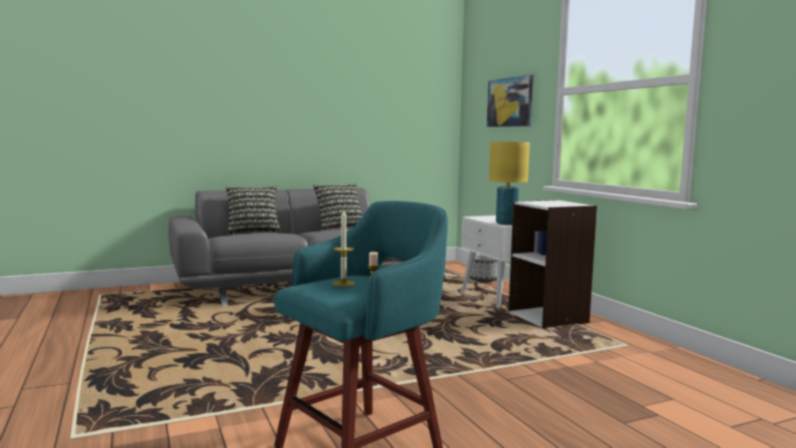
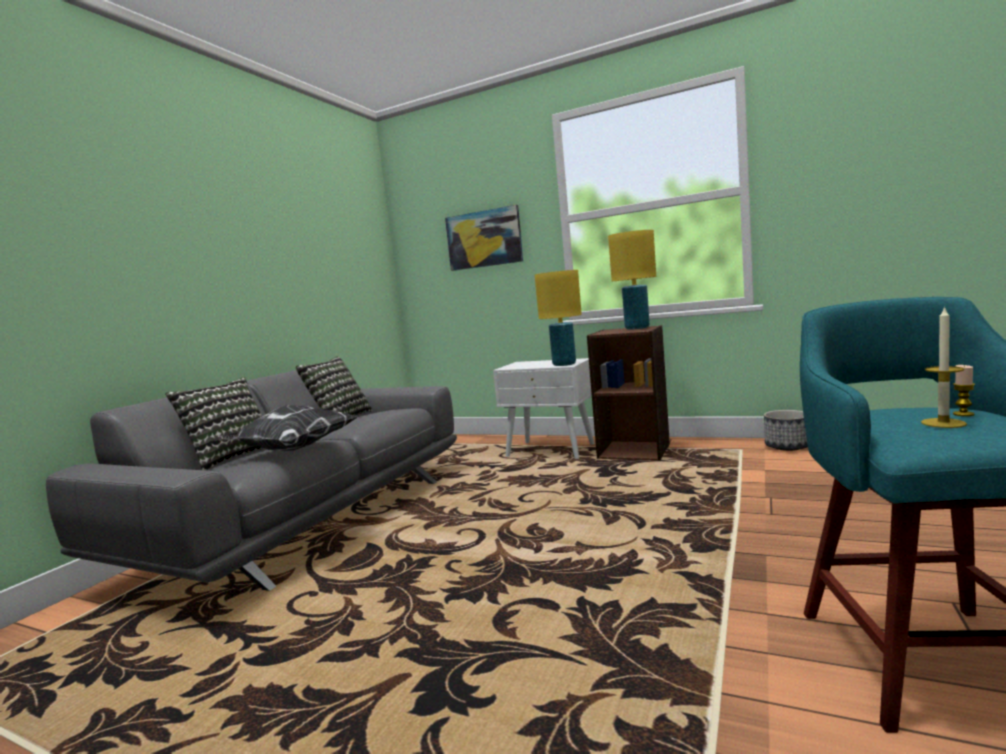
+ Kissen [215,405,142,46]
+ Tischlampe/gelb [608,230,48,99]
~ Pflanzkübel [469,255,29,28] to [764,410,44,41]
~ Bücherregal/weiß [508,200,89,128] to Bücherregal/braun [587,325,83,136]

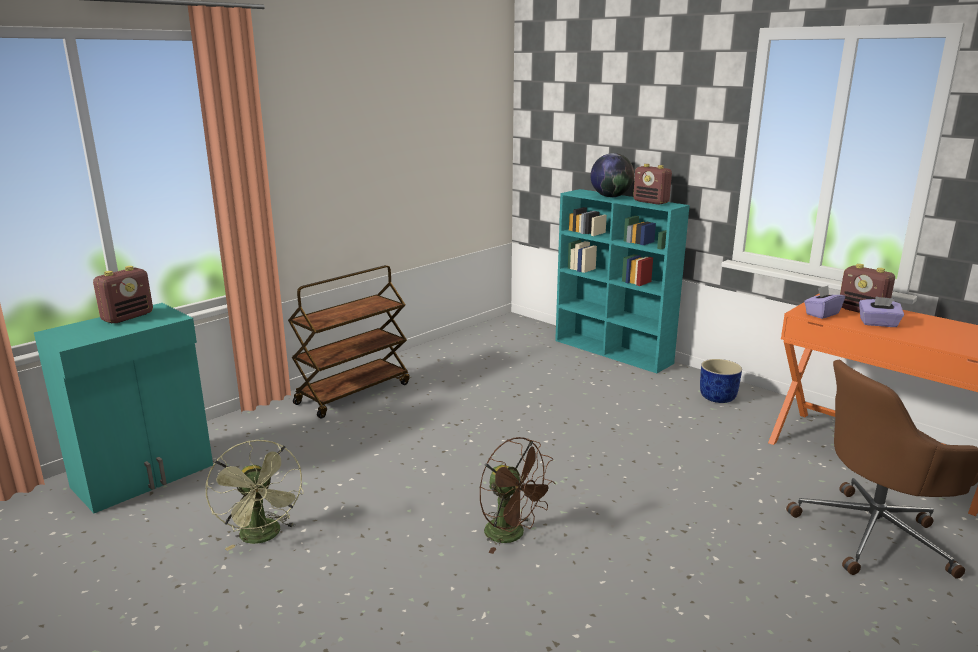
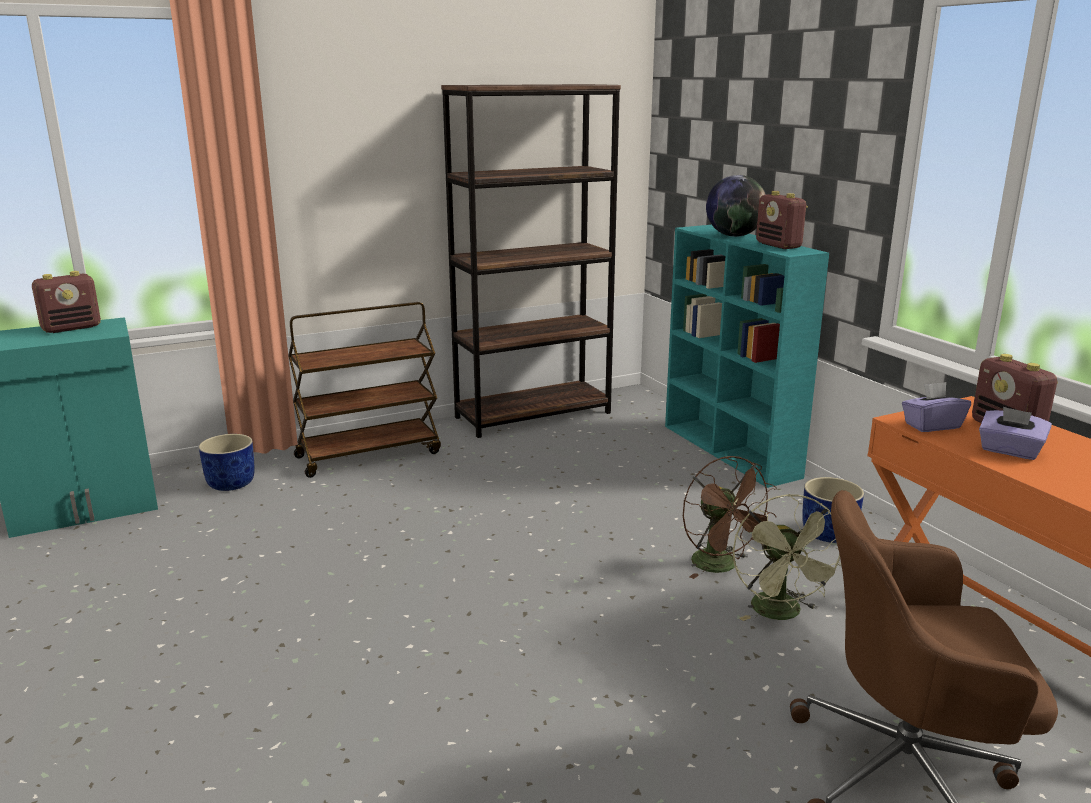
+ Pflanzkübel/blau [199,434,55,57]
+ Bücherregal/braun [441,84,180,354]
~ Ventilator/grün [206,440,98,111] to [733,494,108,127]
~ Ventilator/braun [479,437,76,117] to [683,456,94,123]

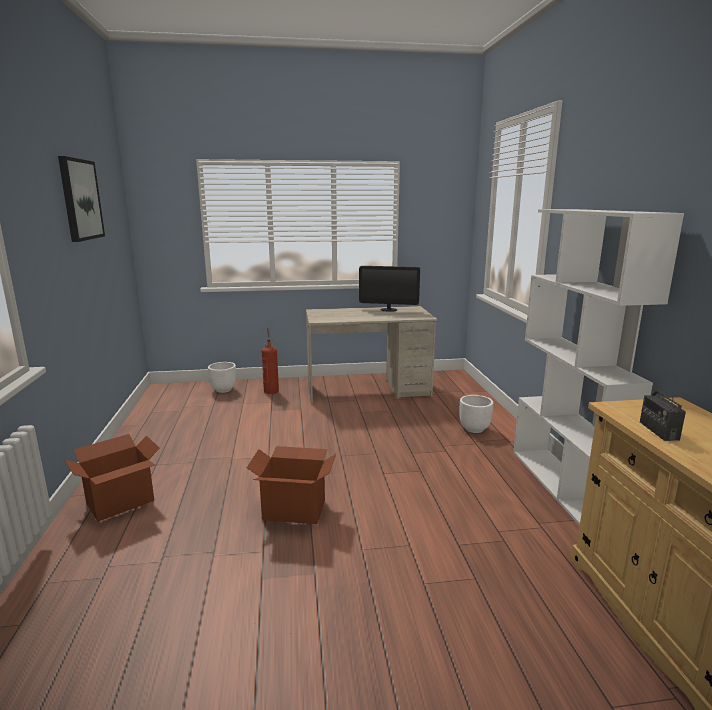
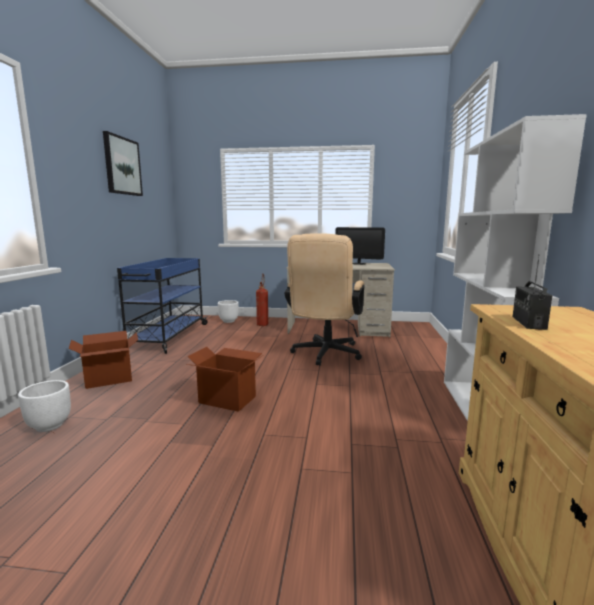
+ Rollwagen/blau [117,258,90,96]
+ Bürostuhl/beige [285,233,80,133]
~ Pflanzkübel/weiß [460,395,33,38] to [18,380,53,52]

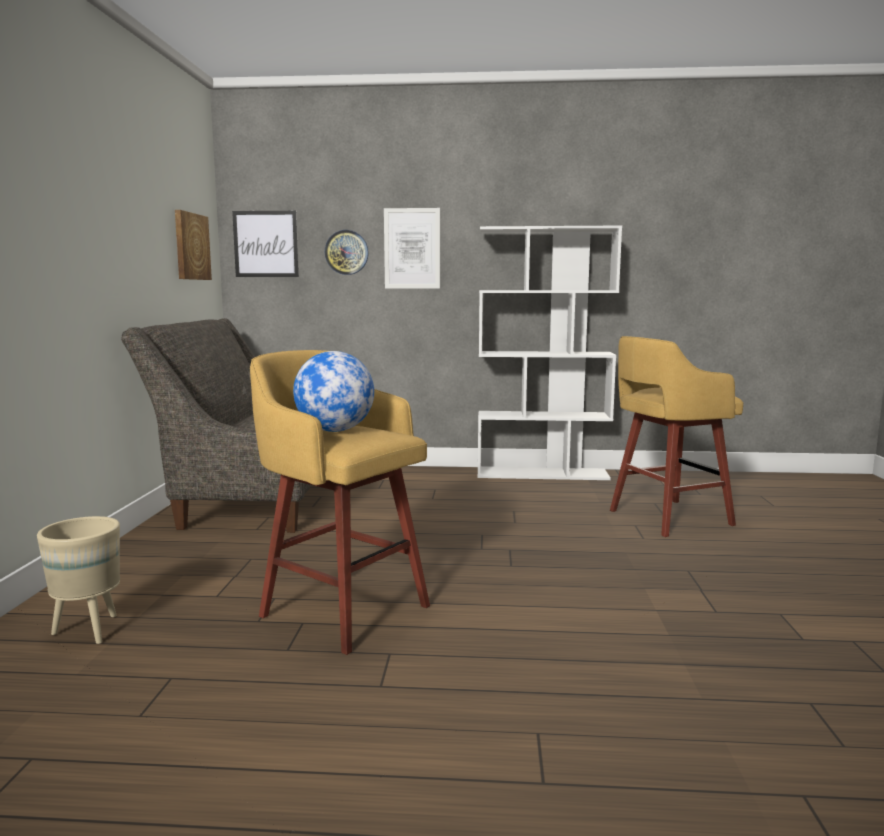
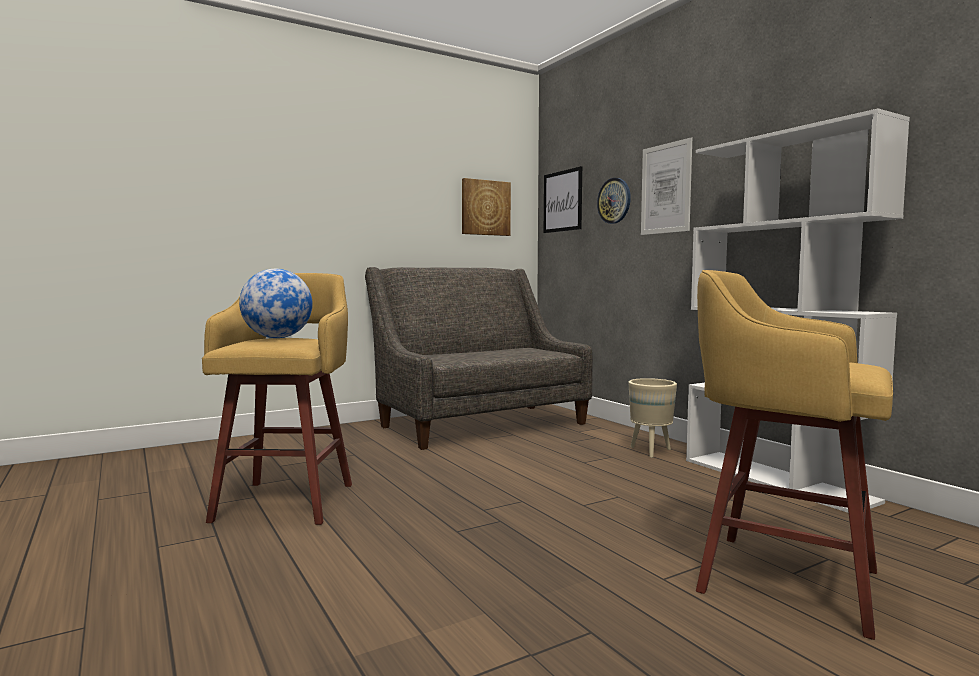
~ Pflanzkübel/beige [37,516,83,128] to [628,378,49,80]

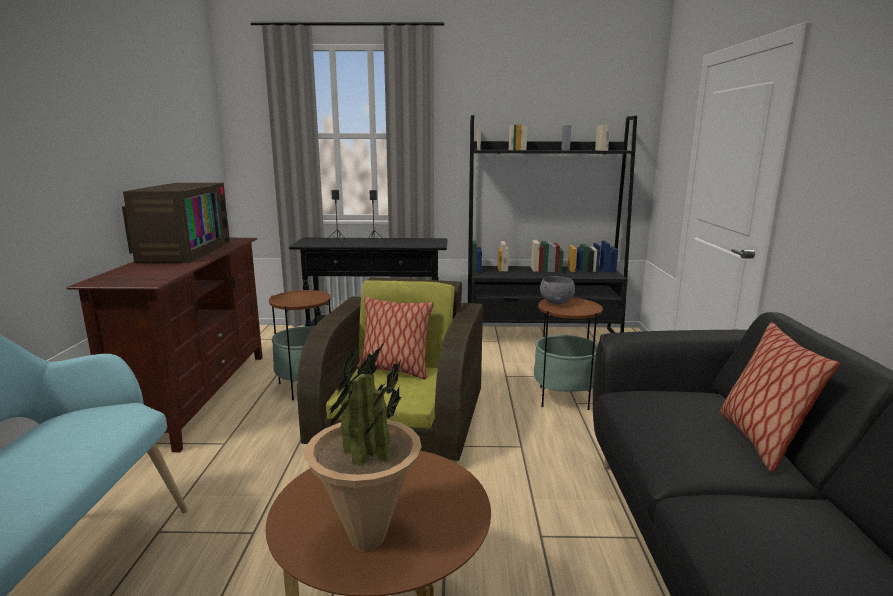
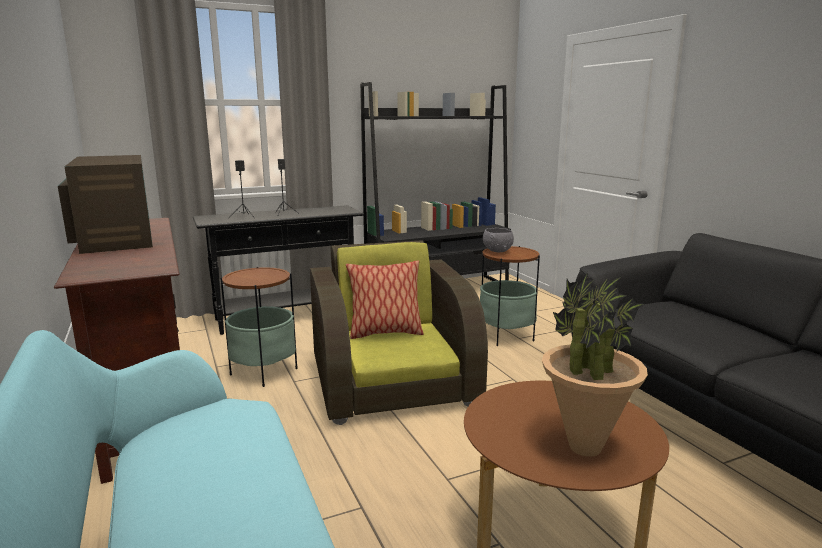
- Kissen [720,322,120,150]

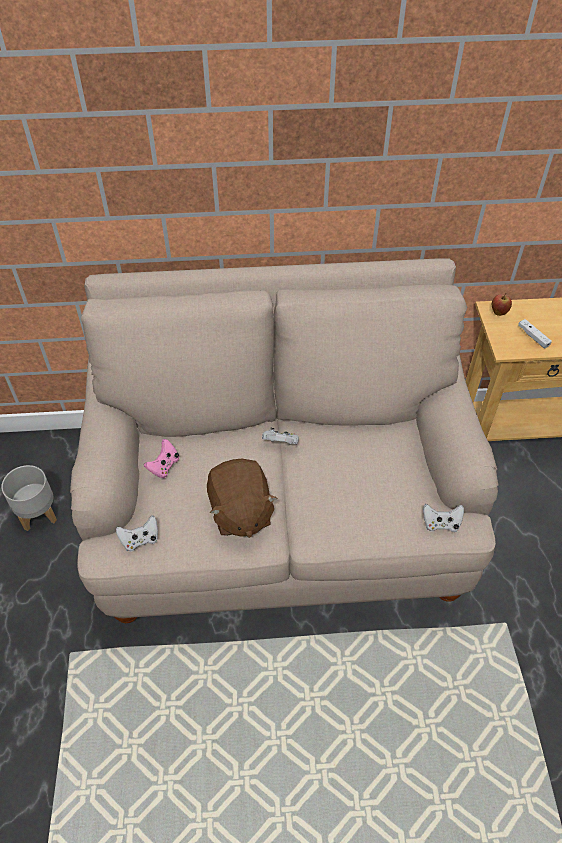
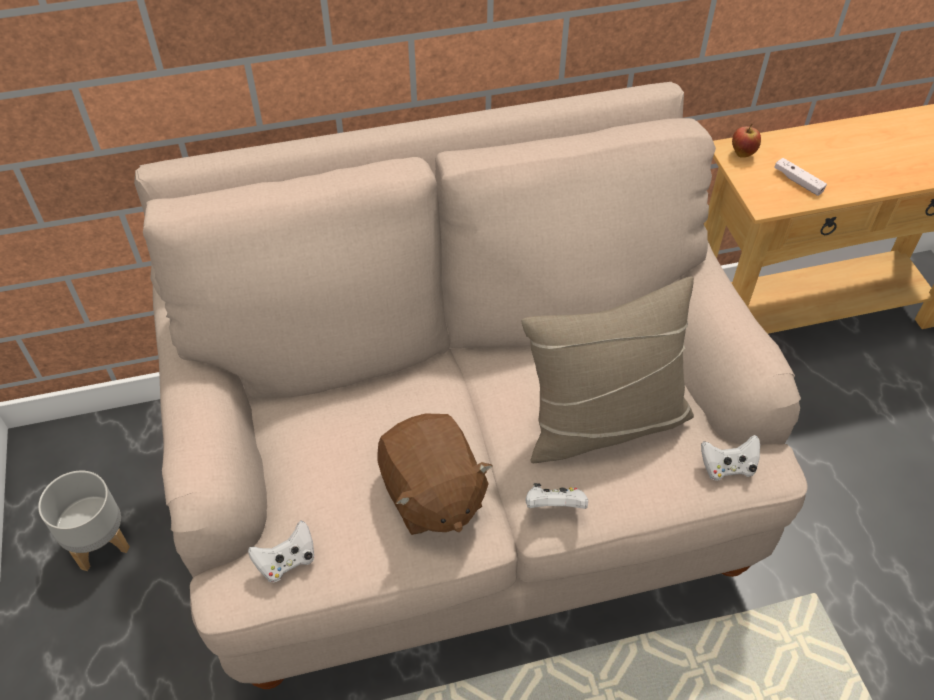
- Gamepad/rosa [144,439,35,39]
+ Kissen/beige [522,277,172,186]
~ Gamepad/weiß [262,428,37,17] to [526,483,62,26]

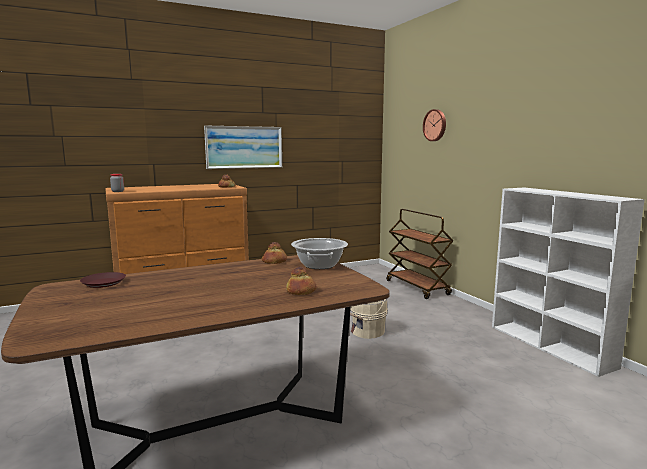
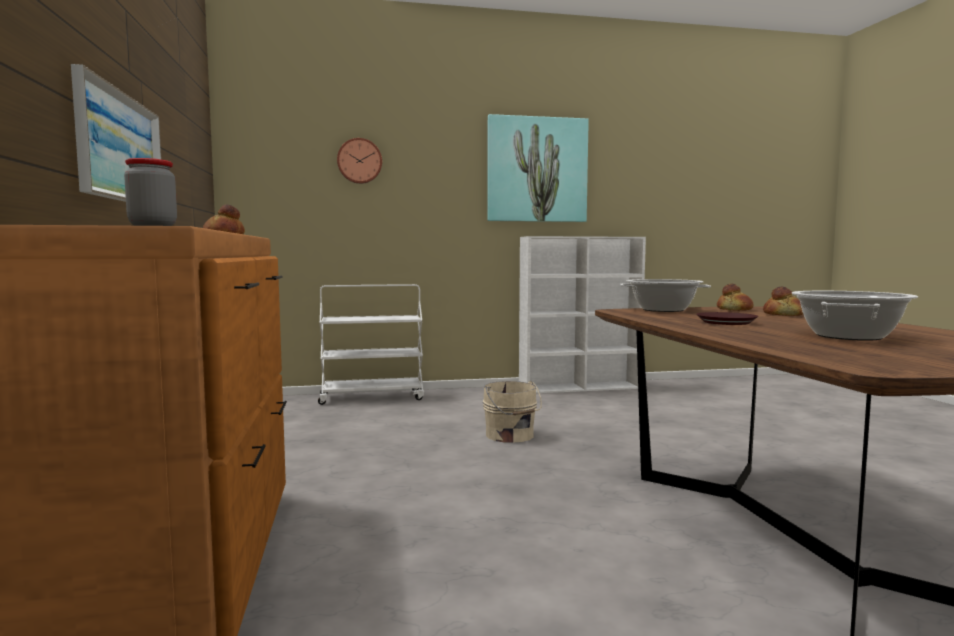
+ Bild [487,114,102,108]
+ Kochtopf [792,291,126,50]
~ Teller/braun [80,272,46,16] to [697,312,61,13]
~ Brot [262,242,25,22] to [717,284,37,27]
~ Rollwagen/braun [386,209,68,90] to Rollwagen/weiß [318,284,106,121]

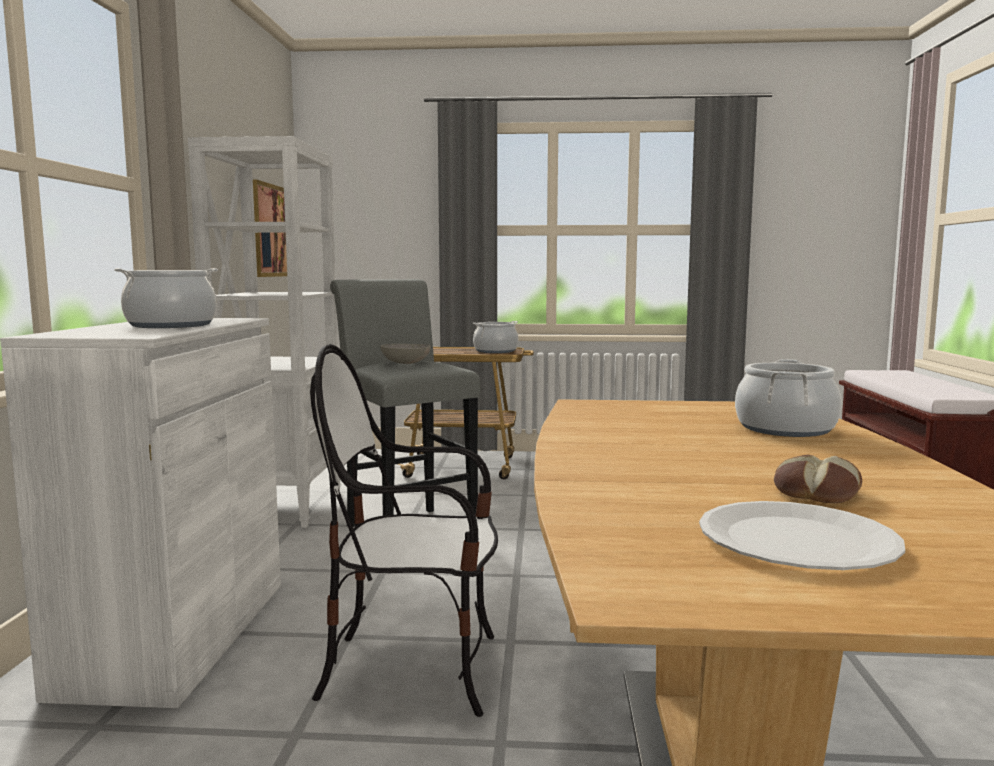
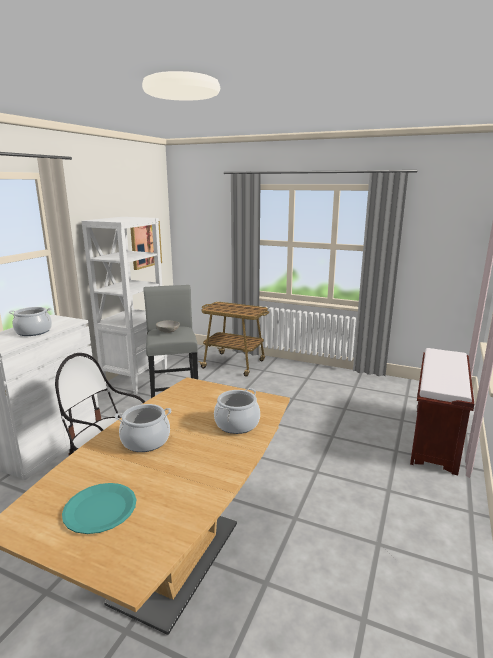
- Brot [774,455,88,48]
~ Kochtopf [473,321,45,32] to [115,404,56,48]
~ Teller/weiß [699,501,206,69] to Teller/türkis [62,483,74,51]

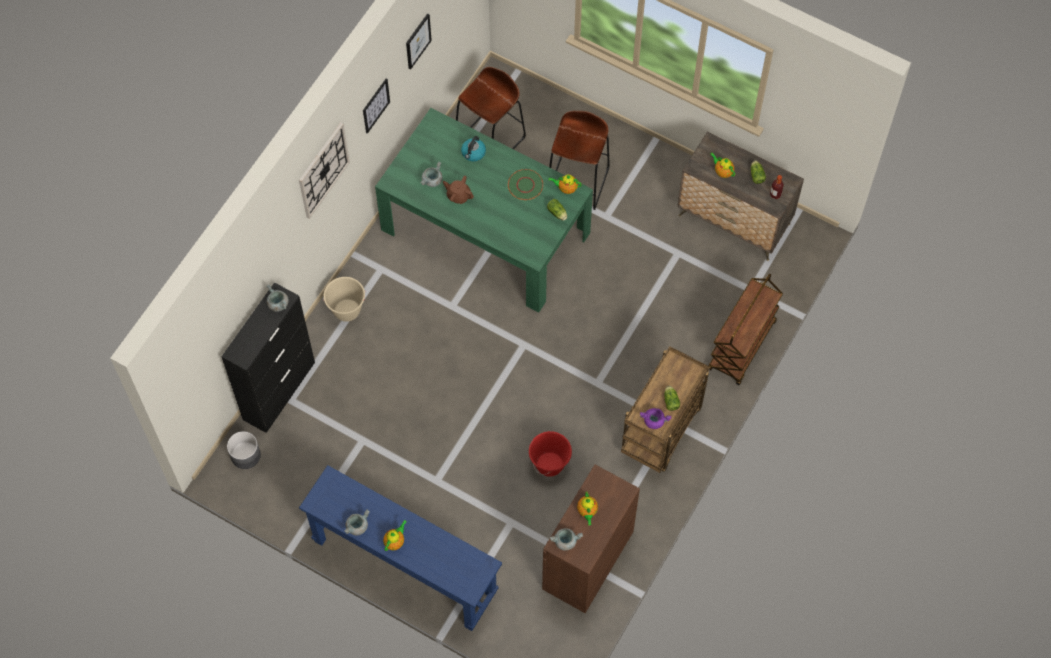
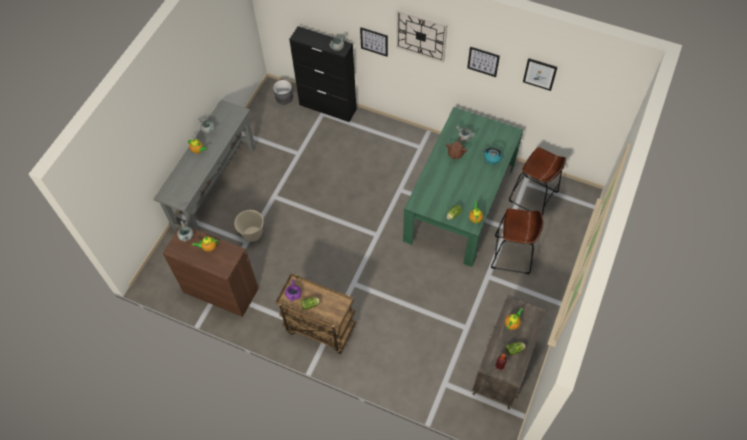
- Teller/grün [508,169,35,31]
- Eimer/rot [529,431,43,46]
- Rollwagen/braun [708,274,75,111]
+ Bild [360,27,28,30]
~ Eimer/beige [323,277,43,45] to [234,210,30,32]
~ Konsolentisch/blau [299,465,203,166] to Konsolentisch/grau [154,99,102,132]

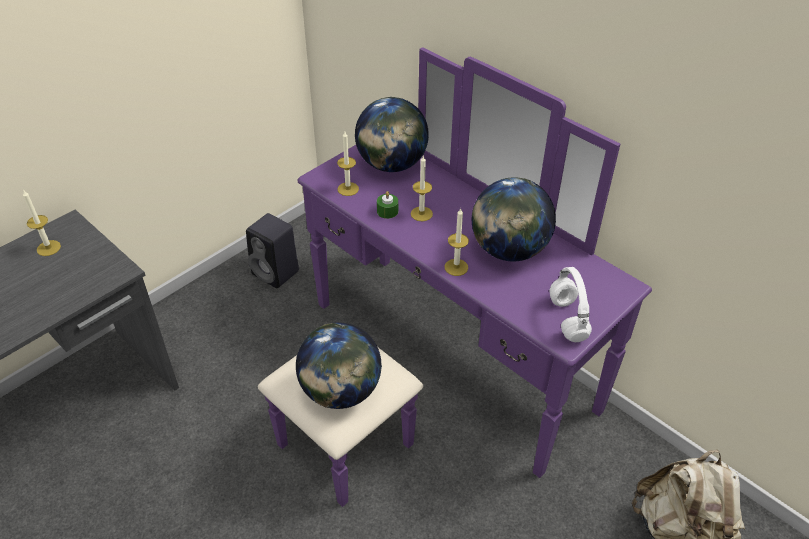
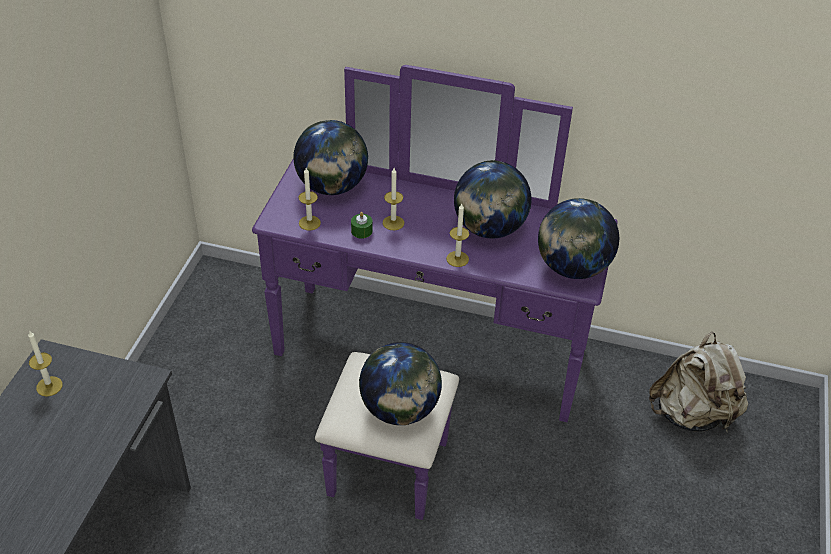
- Lautsprecher/schwarz [246,213,53,75]
~ Kopfhörer/weiß [549,267,43,75] to Globus [538,198,81,81]

